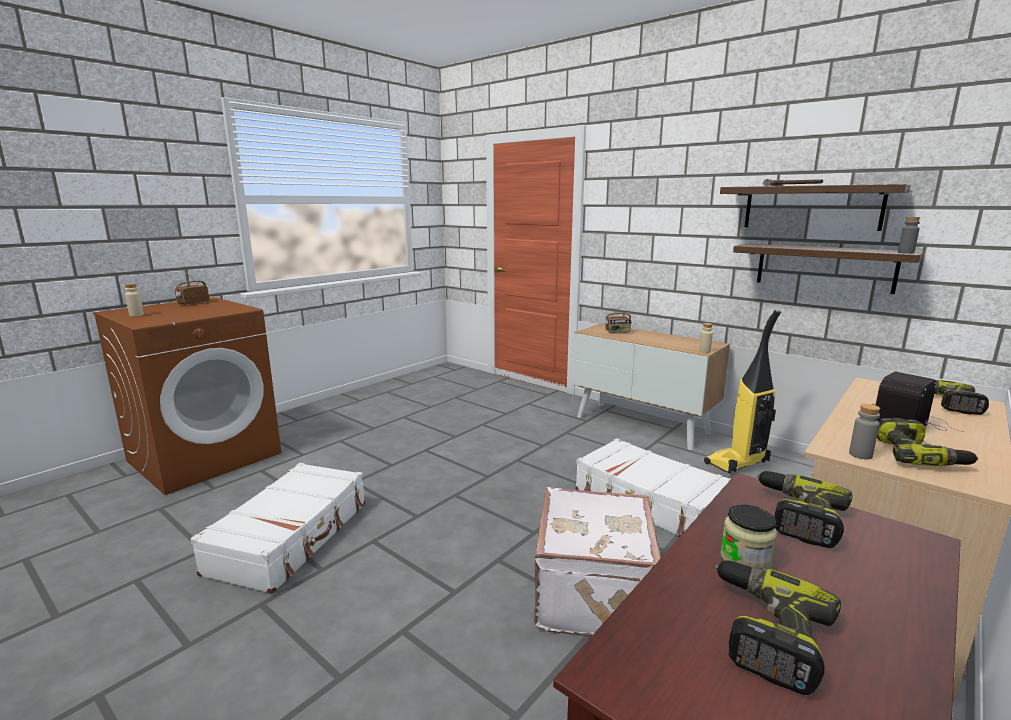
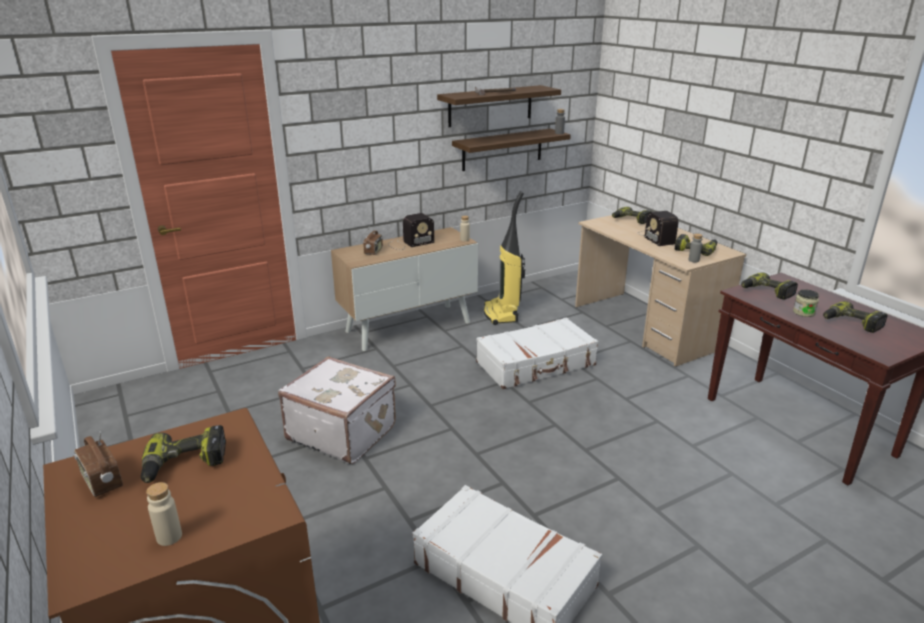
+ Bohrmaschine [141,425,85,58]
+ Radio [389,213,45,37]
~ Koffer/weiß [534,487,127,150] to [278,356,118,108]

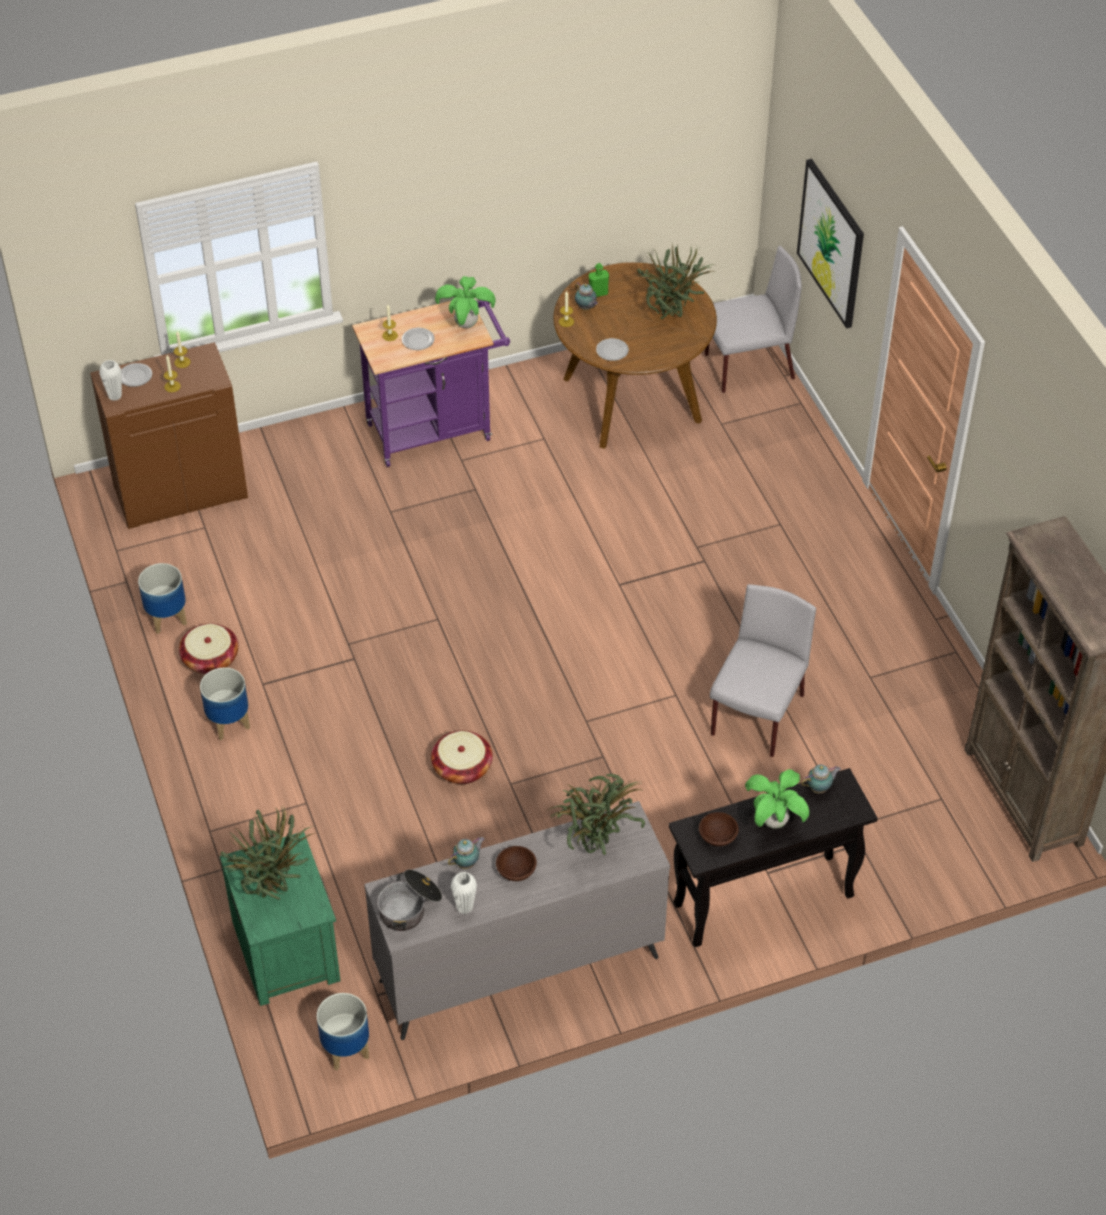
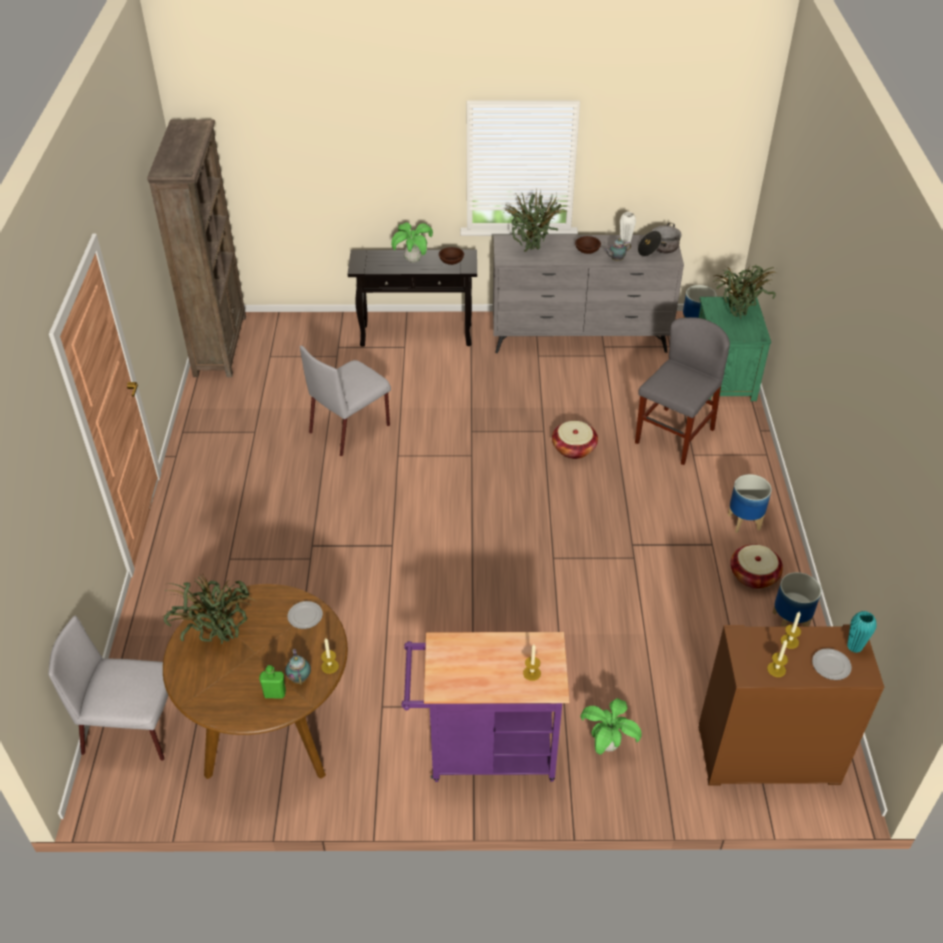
- Teller [402,328,33,22]
- Bild [797,159,67,170]
- Teekanne [801,764,40,30]
+ Stuhl/grau [635,317,95,148]
~ Topfpflanze [435,276,61,52] to [580,698,62,57]
~ Vase/weiß [99,360,23,41] to Vase/türkis [847,611,30,42]

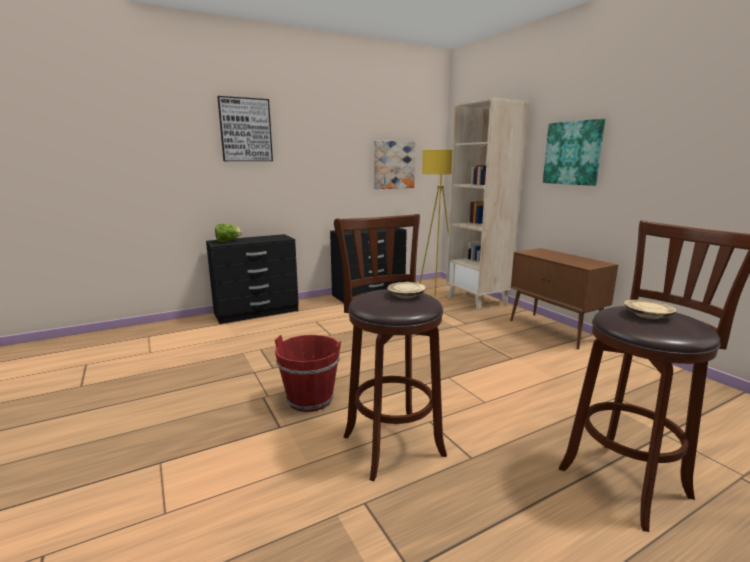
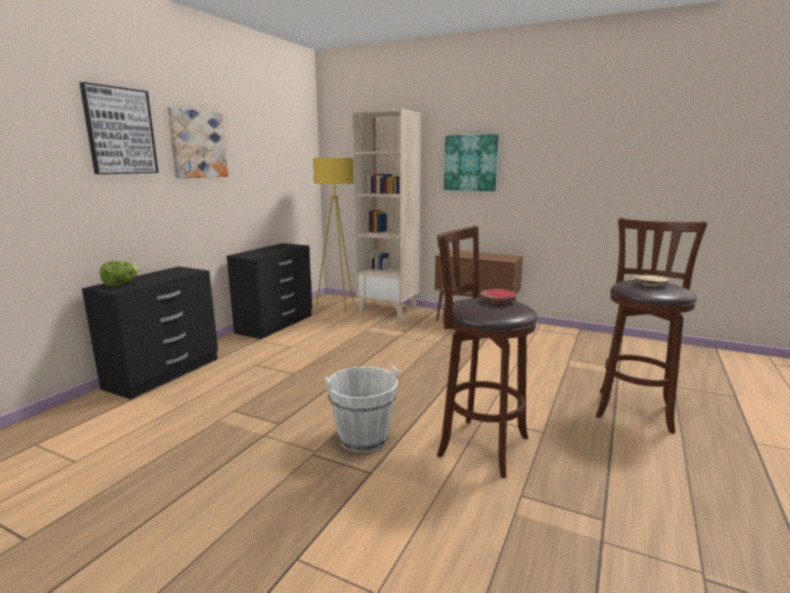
~ Bild [374,141,41,48] to [167,107,61,71]
~ Eimer/rot [275,335,66,77] to Eimer/weiß [325,366,73,86]
~ Teller/beige [387,282,38,17] to Teller/rot [480,289,37,15]

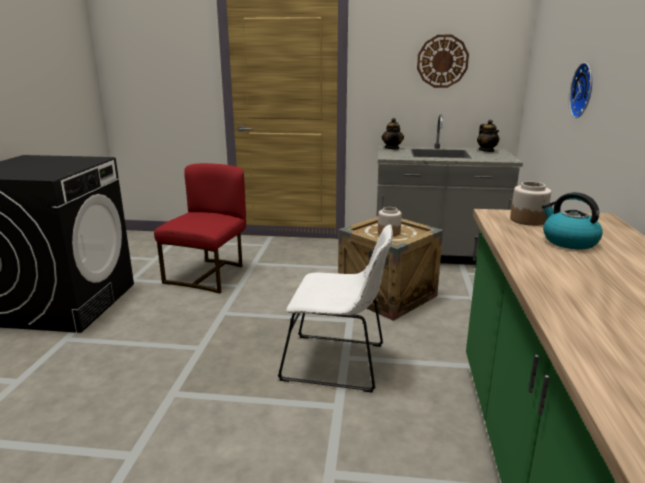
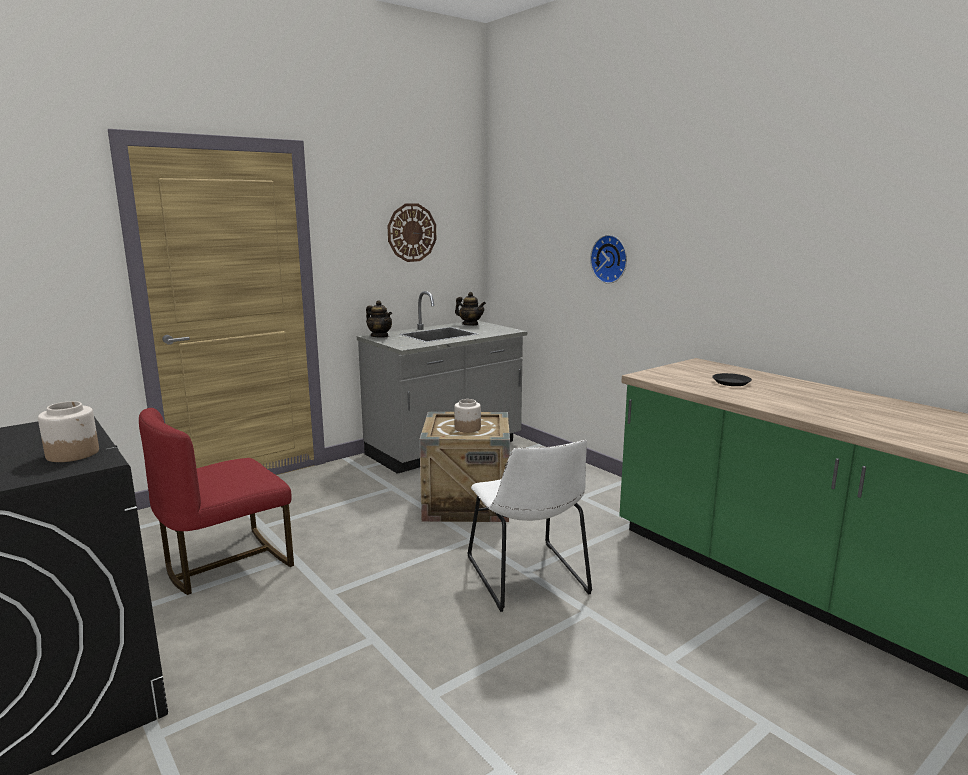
~ Vorratsglas [510,182,41,44] to [38,401,61,61]
~ Wasserkessel [542,192,61,57] to Teller/schwarz [712,373,40,13]
~ Stuhl/rot [154,163,92,131] = [139,408,155,187] 105 degrees counterclockwise
~ Stuhl/weiß [278,225,115,168] = [467,440,125,172] 105 degrees clockwise

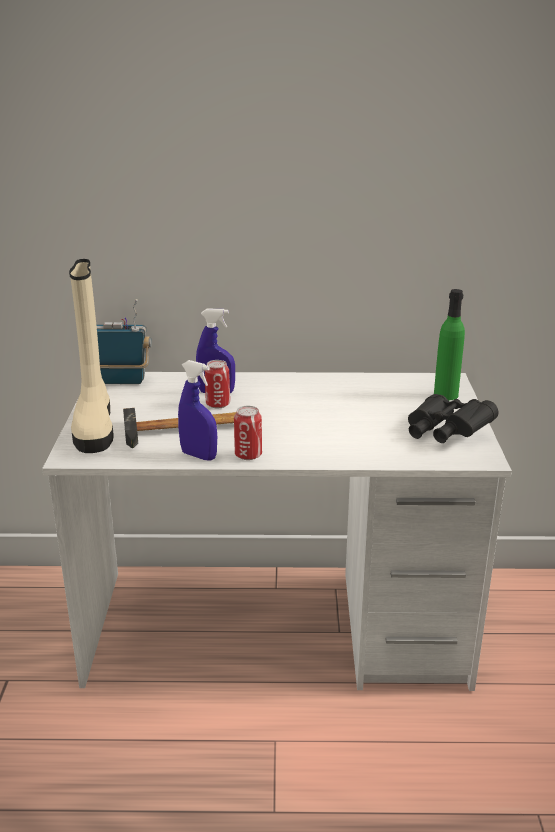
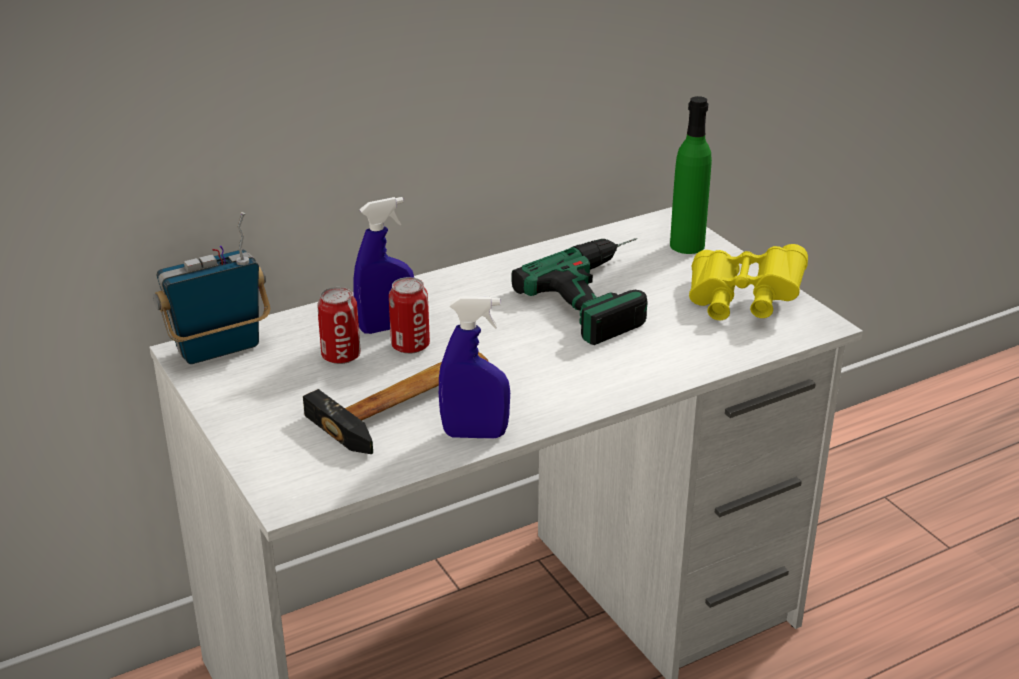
- Stiefel/beige [69,259,45,194]
+ Bohrmaschine [511,238,137,107]
~ Dose [234,406,28,54] to [317,287,44,77]
~ Fernglas/schwarz [408,394,90,49] to Fernglas/gelb [689,244,119,76]

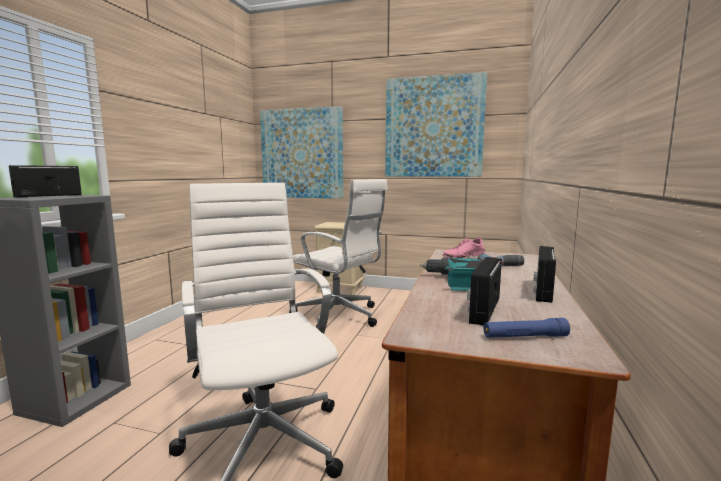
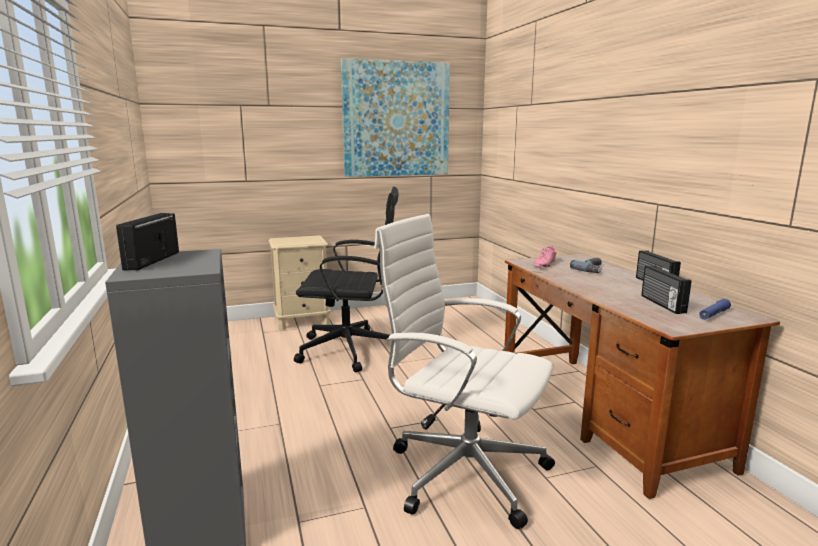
- Bild [260,106,83,93]
- Bohrmaschine [420,258,62,33]
~ Bürostuhl/weiß [289,179,99,149] to Bürostuhl/schwarz [294,187,104,186]

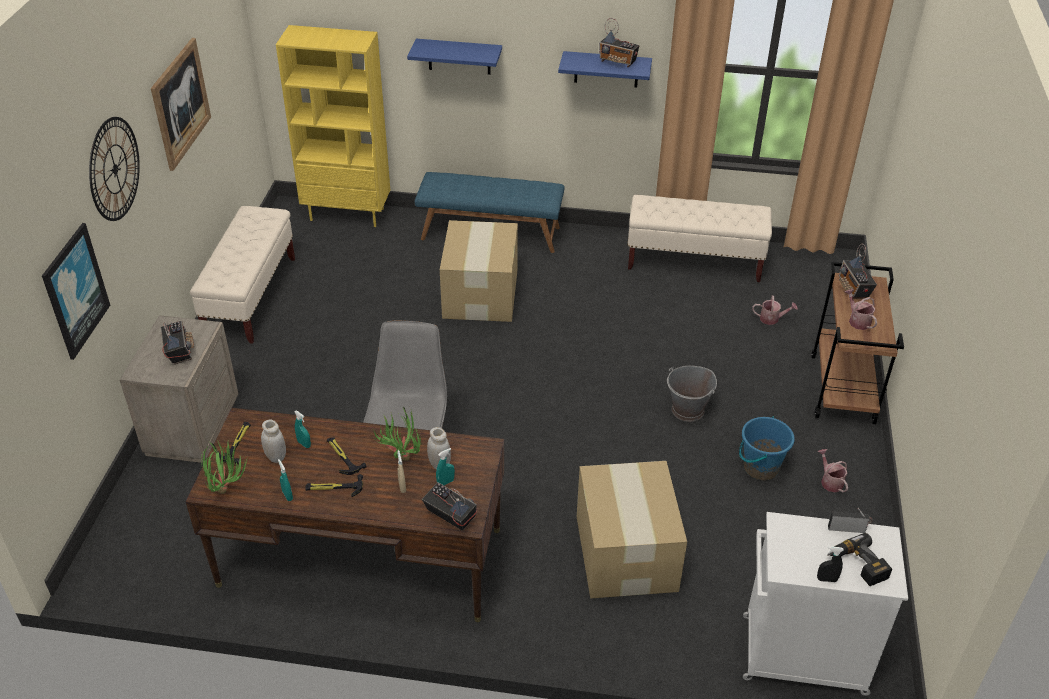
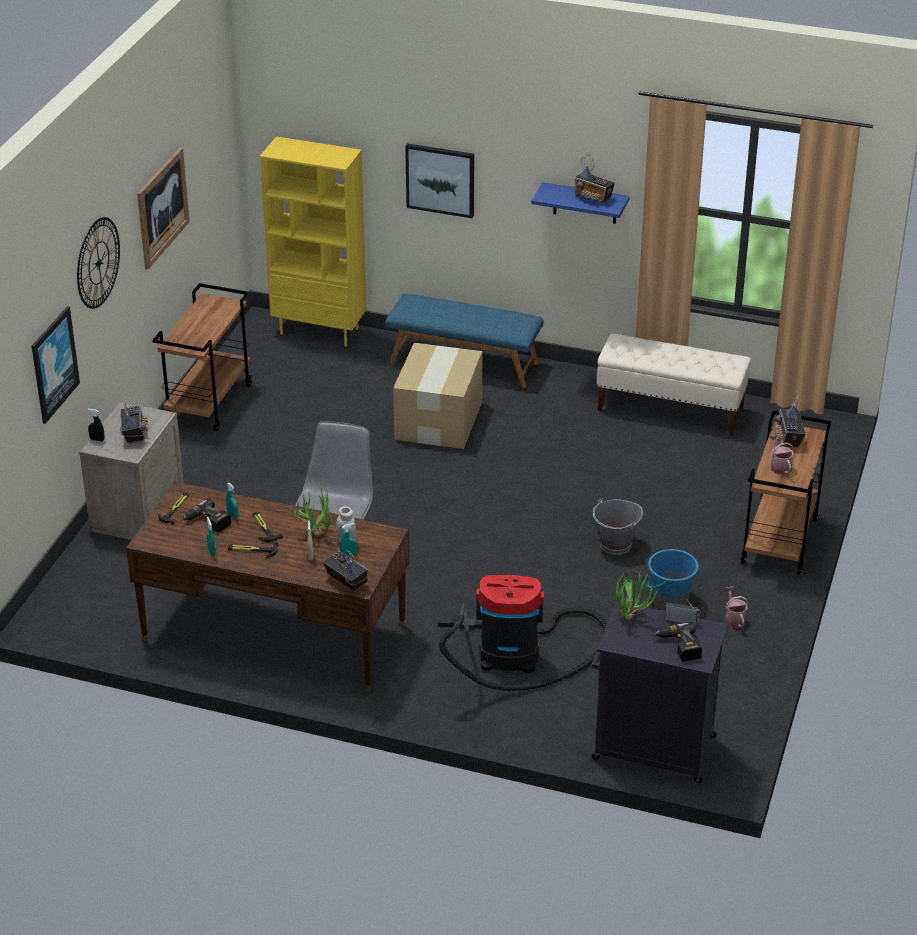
- Gießkanne [752,296,46,29]
~ Topfpflanze [201,439,46,55] to [616,570,43,51]
~ Sprühflasche/schwarz [817,546,27,36] to [88,409,16,33]
~ Bank/beige [190,206,105,138] to Rollwagen/braun [152,283,100,148]
~ Vorratsglas/weiß [261,420,25,43] to Bohrmaschine [182,498,49,34]
~ Wandregal/blau [407,39,95,36] to Bild [405,143,69,75]
~ Karton [577,461,110,138] to Staubsauger [438,575,169,116]
~ Schrank/weiß [743,512,165,184] to Schrank/schwarz [592,601,136,182]

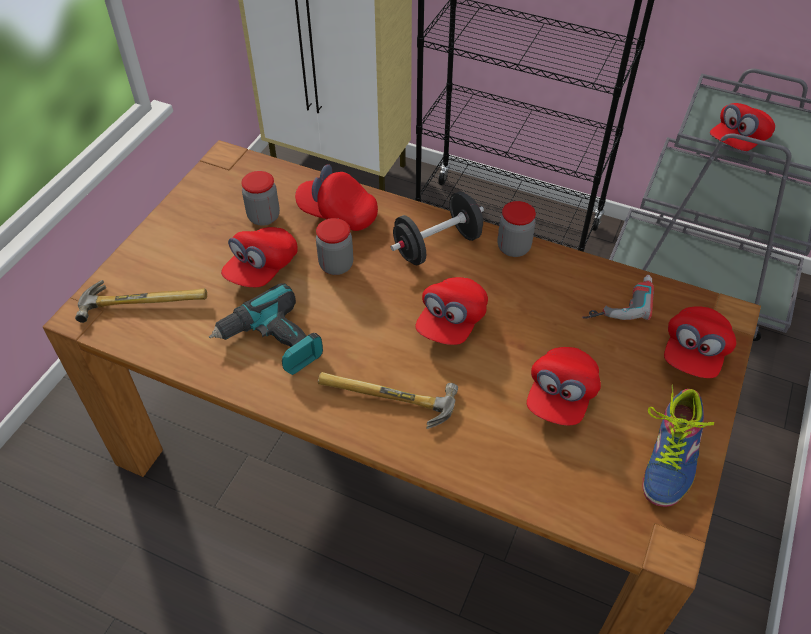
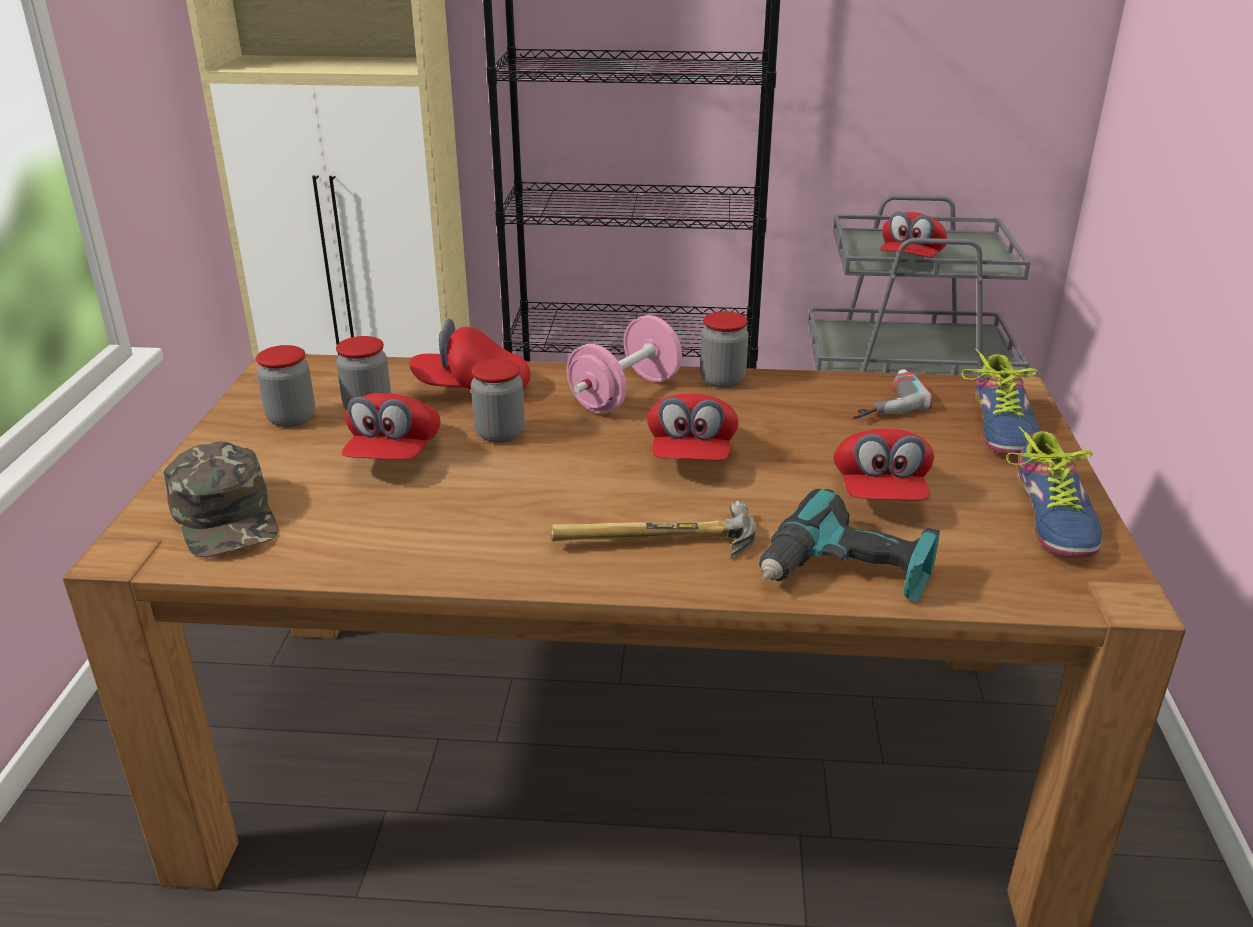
+ Vorratsglas [256,345,59,82]
~ Bohrmaschine [209,283,114,92] to [759,489,181,114]
~ Hammer [75,280,132,43] to Kappe/grün [164,441,114,116]
~ Kappe/rot [664,306,72,72] to Schuh [962,349,78,106]
~ Hantel/schwarz [391,191,93,74] to Hantel/rosa [566,315,116,99]

